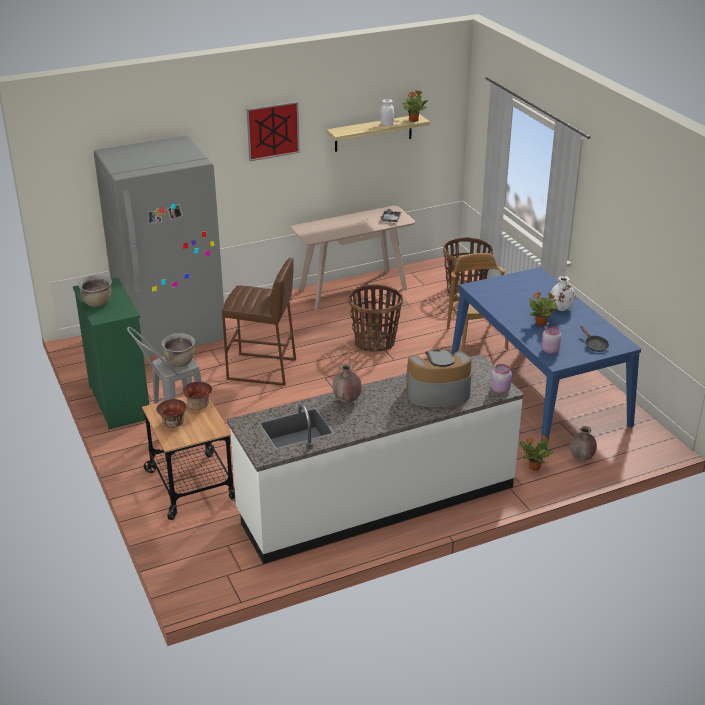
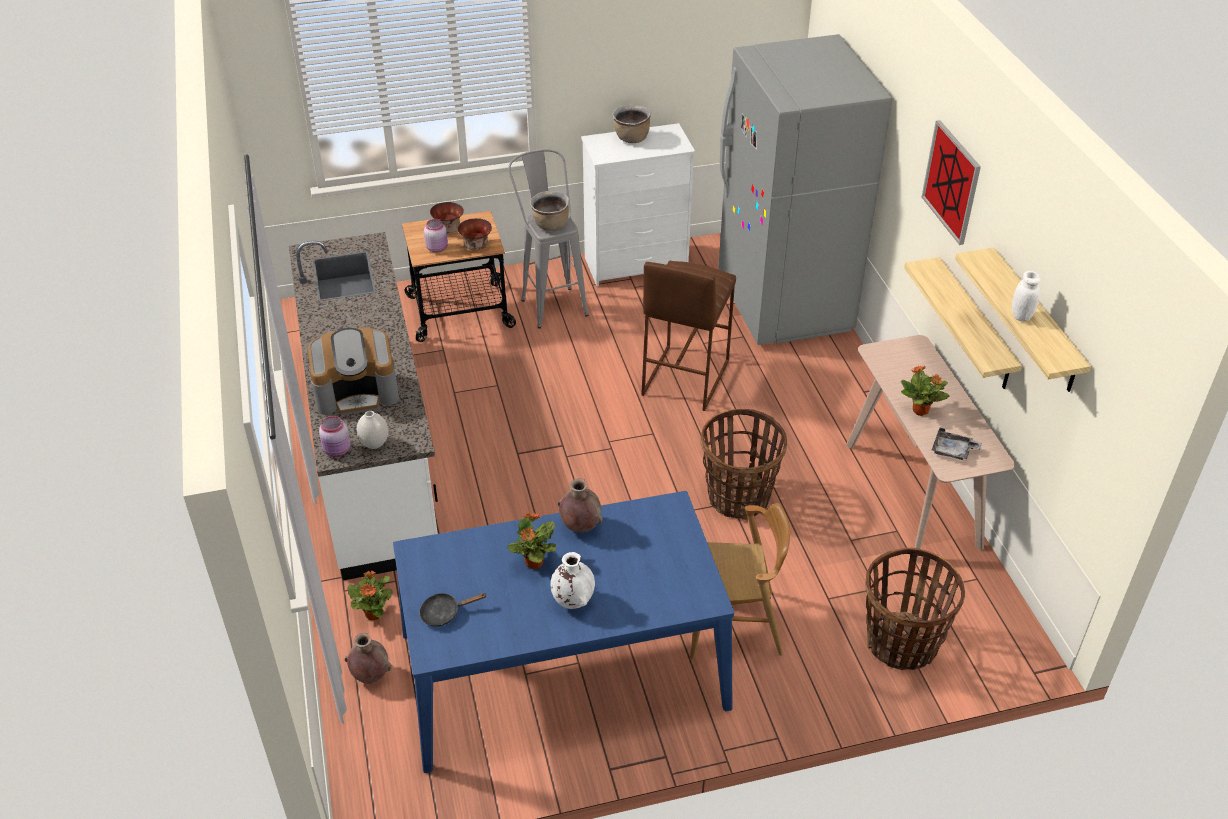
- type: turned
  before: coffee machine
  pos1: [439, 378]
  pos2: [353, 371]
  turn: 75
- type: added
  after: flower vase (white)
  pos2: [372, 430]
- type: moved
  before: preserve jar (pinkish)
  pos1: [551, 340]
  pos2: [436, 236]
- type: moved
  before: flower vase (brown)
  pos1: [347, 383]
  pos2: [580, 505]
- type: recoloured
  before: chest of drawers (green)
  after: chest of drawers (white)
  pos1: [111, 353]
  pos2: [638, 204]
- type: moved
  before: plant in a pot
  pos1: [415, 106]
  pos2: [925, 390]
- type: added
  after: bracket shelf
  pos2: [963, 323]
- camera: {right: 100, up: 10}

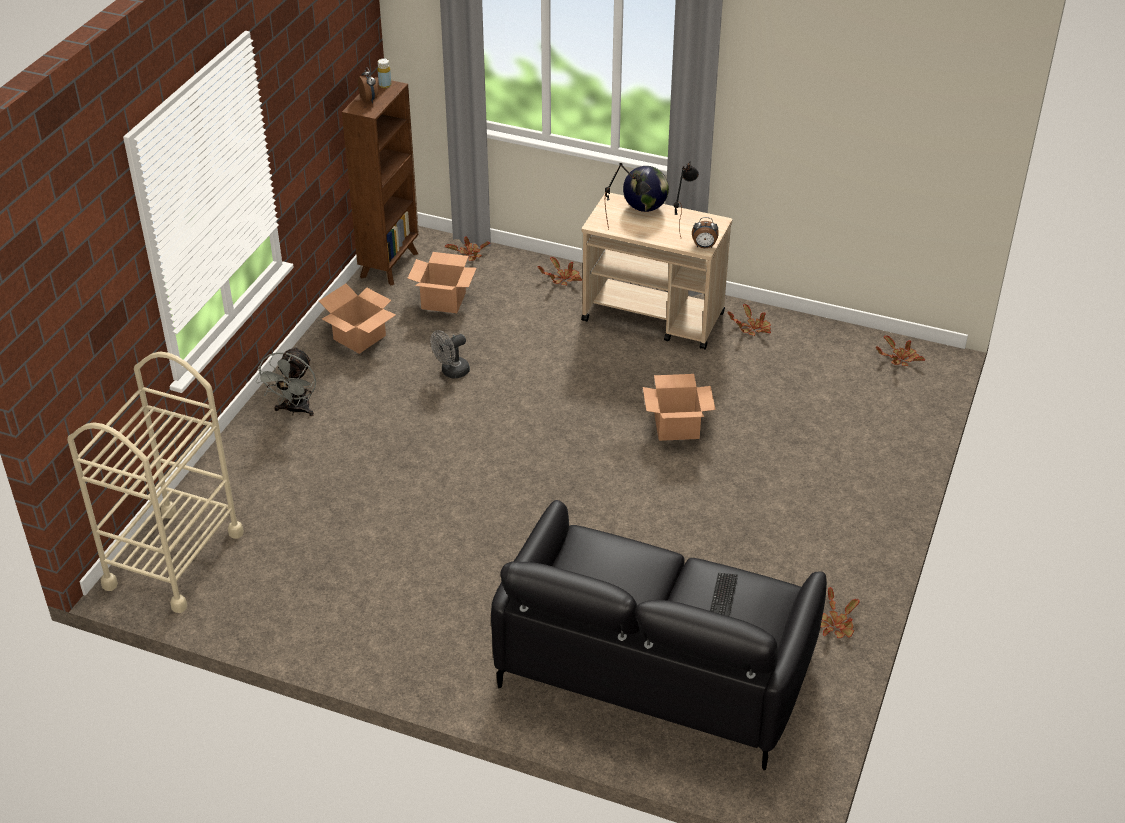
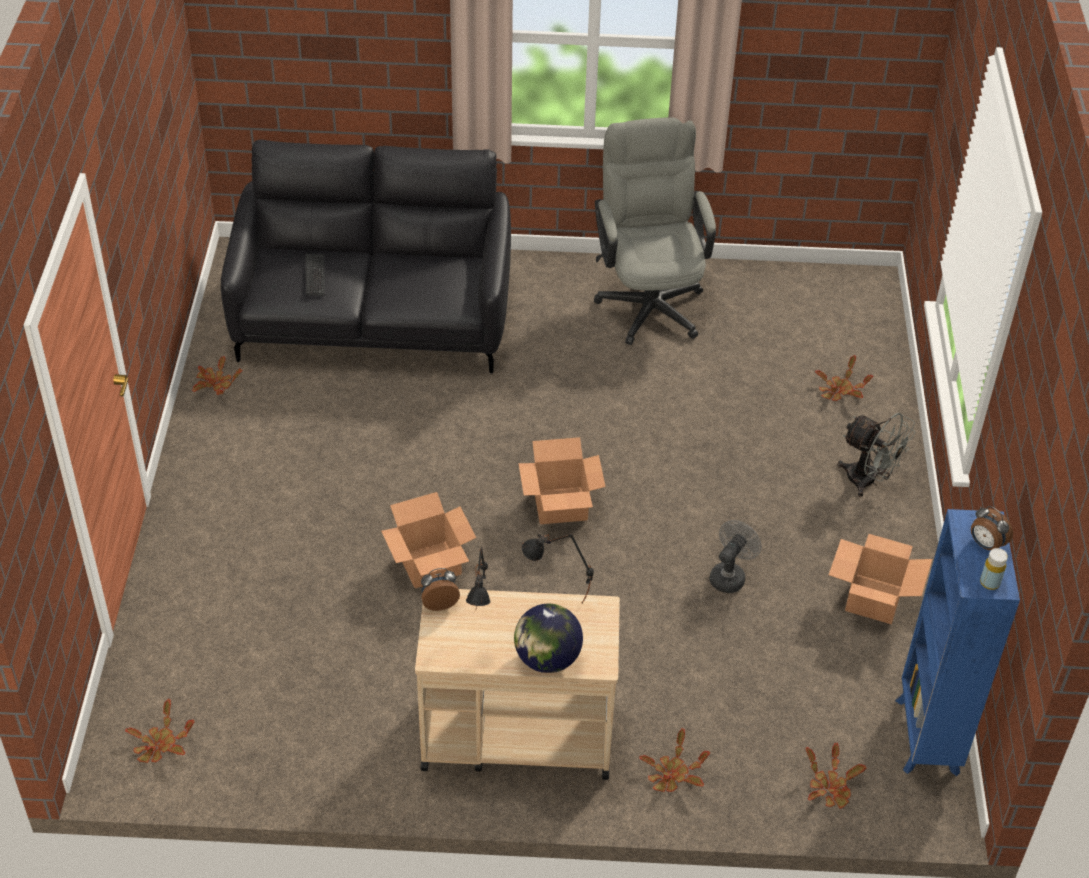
- type: moved
  before: cardboard box
  pos1: [441, 282]
  pos2: [562, 480]
- type: added
  after: desk chair (grey)
  pos2: [655, 231]
- type: moved
  before: plant in a pot
  pos1: [749, 320]
  pos2: [844, 378]
- type: turned
  before: cooling fan (grey)
  pos1: [286, 381]
  pos2: [876, 455]
  turn: 135
- type: recoloured
  before: bookshelf (brown)
  after: bookshelf (blue)
  pos1: [380, 181]
  pos2: [957, 642]
- type: removed
  before: trolley (sand-coloured)
  pos1: [155, 482]
- camera: {right: 160, up: 5}

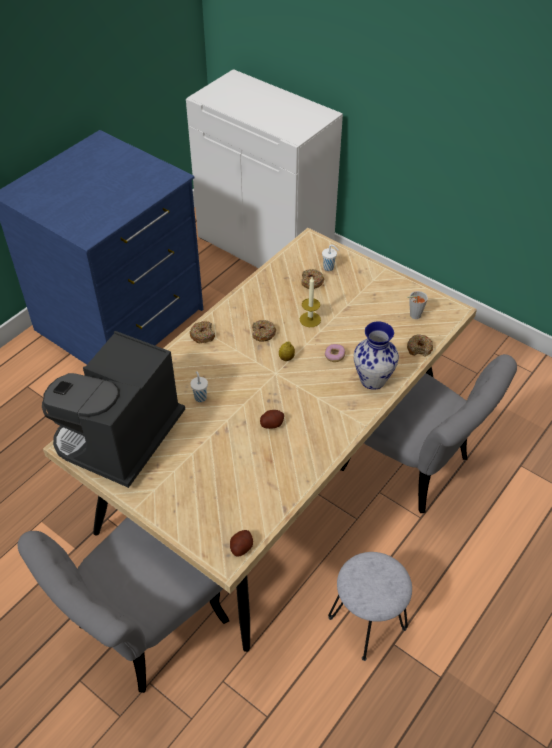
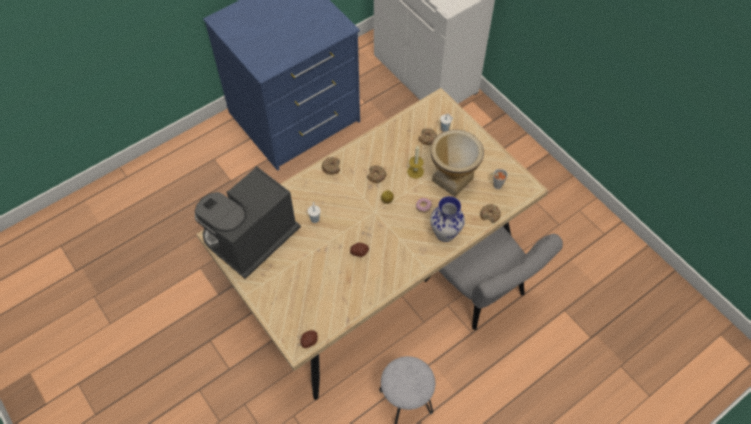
- type: added
  after: flower vase
  pos2: [457, 163]
- type: removed
  before: chair (grey)
  pos1: [123, 605]
- camera: {right: 15, up: 10}

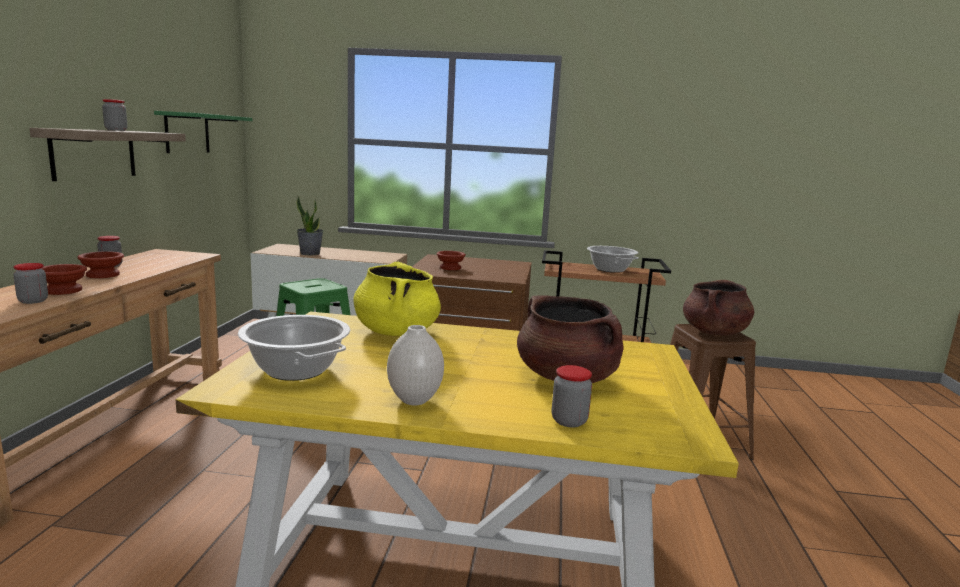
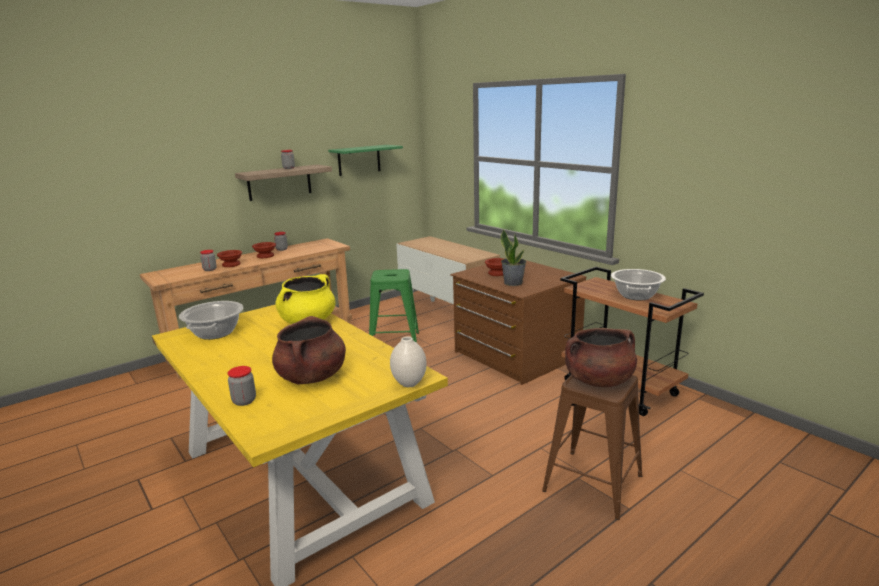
- type: moved
  before: flower vase (white)
  pos1: [415, 365]
  pos2: [408, 361]
- type: moved
  before: plant in a pot
  pos1: [310, 225]
  pos2: [513, 257]
- camera: {right: 45, up: 5}

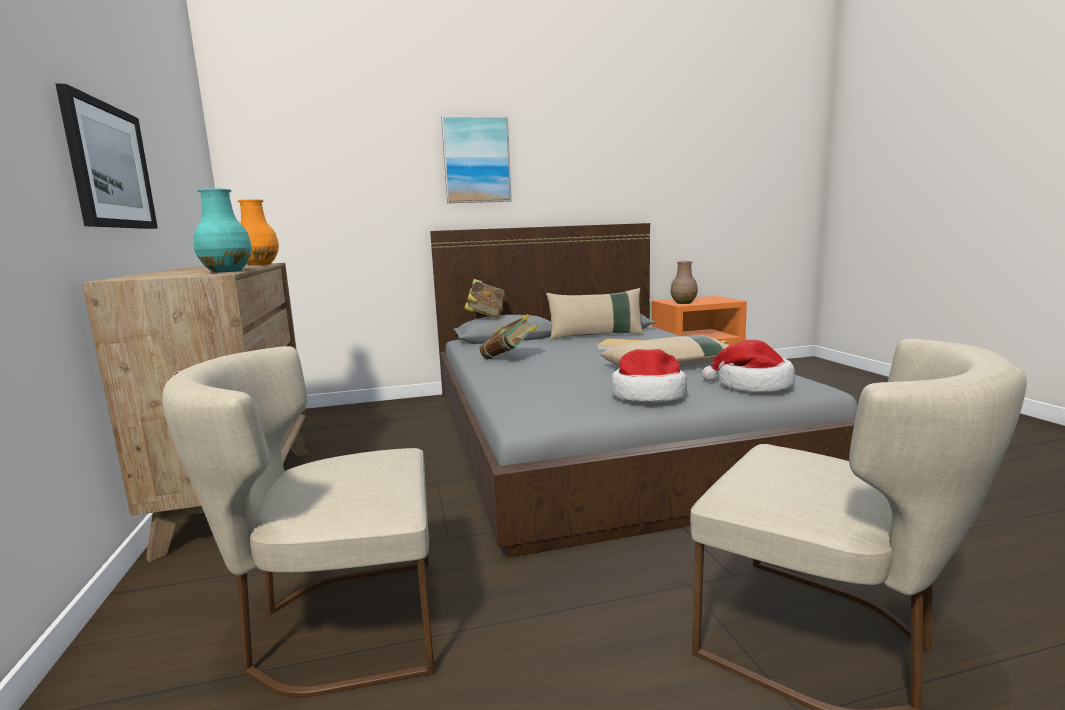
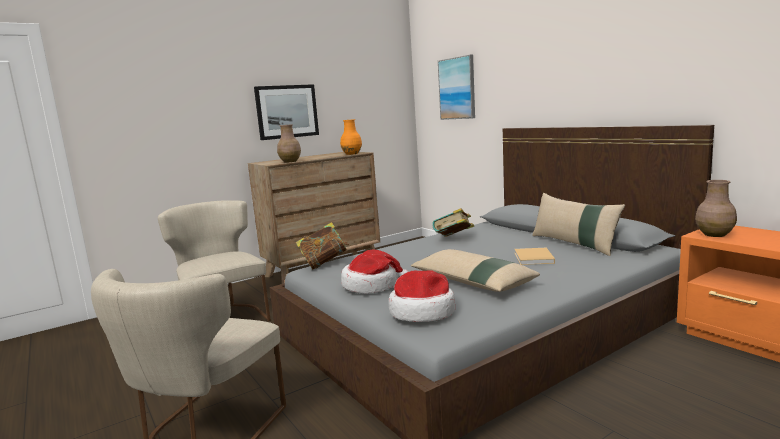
- type: recoloured
  before: flower vase (turquoise-coloured)
  after: flower vase (brown)
  pos1: [223, 231]
  pos2: [289, 143]
- type: moved
  before: volume
  pos1: [484, 298]
  pos2: [322, 246]
- type: moved
  before: picture
  pos1: [476, 159]
  pos2: [456, 87]
- camera: {right: 70, up: 0}

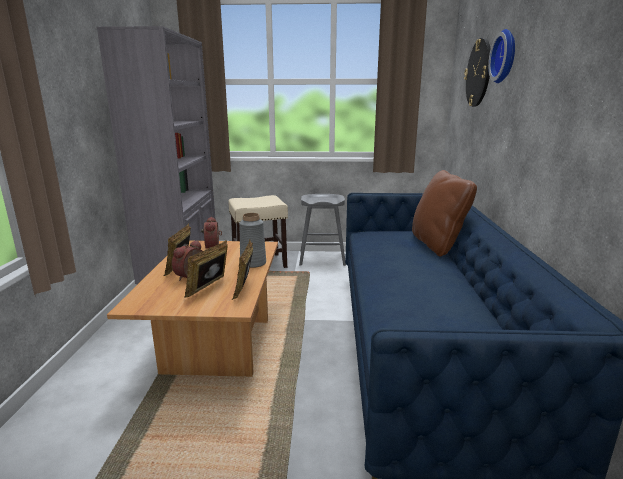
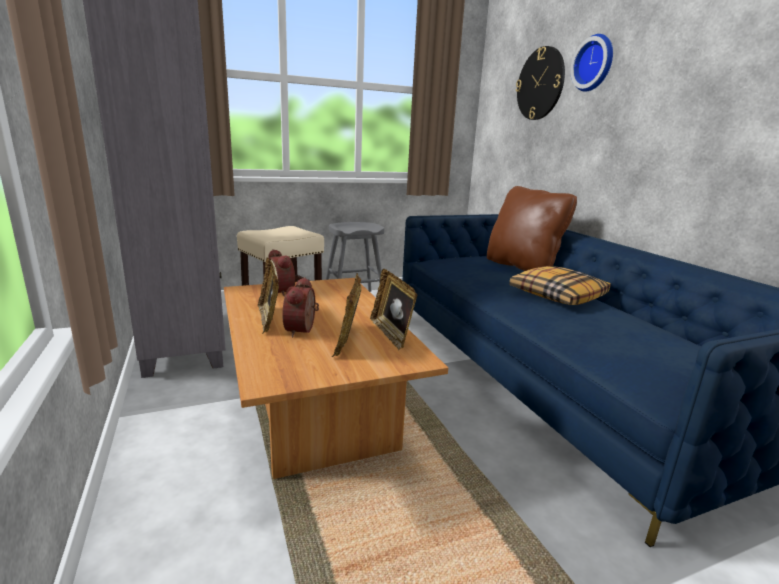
- type: added
  after: cushion
  pos2: [560, 285]
- type: removed
  before: flower vase (grey)
  pos1: [252, 240]
- camera: {right: -25, up: 0}

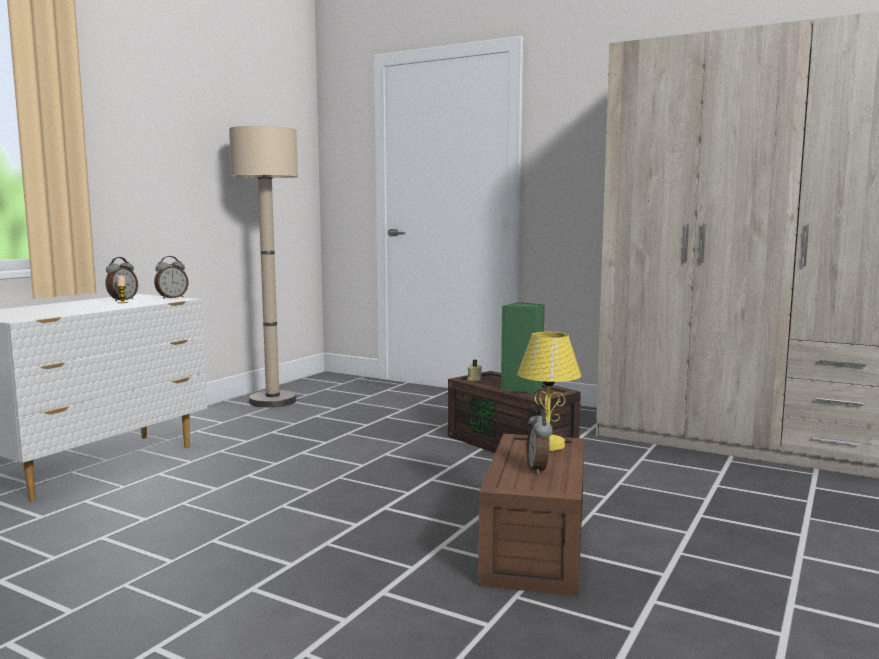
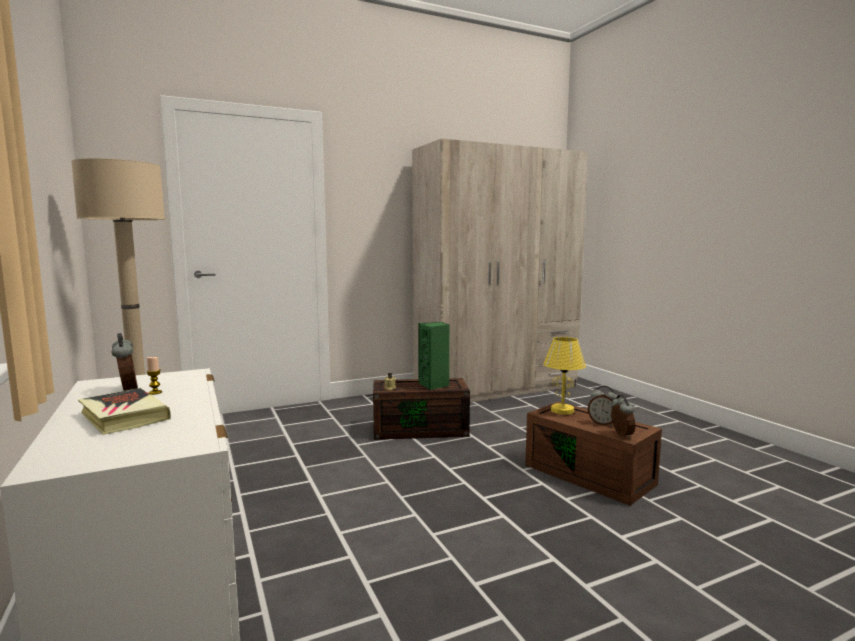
- type: added
  after: volume
  pos2: [124, 411]
- type: moved
  before: table clock
  pos1: [171, 277]
  pos2: [623, 417]
- camera: {right: -55, up: 0}

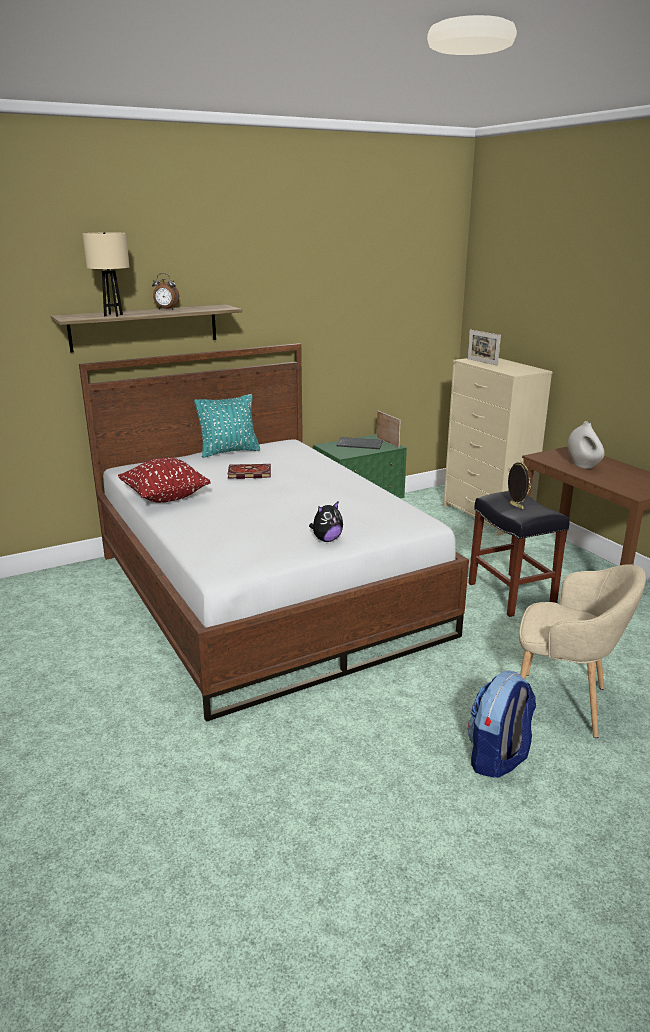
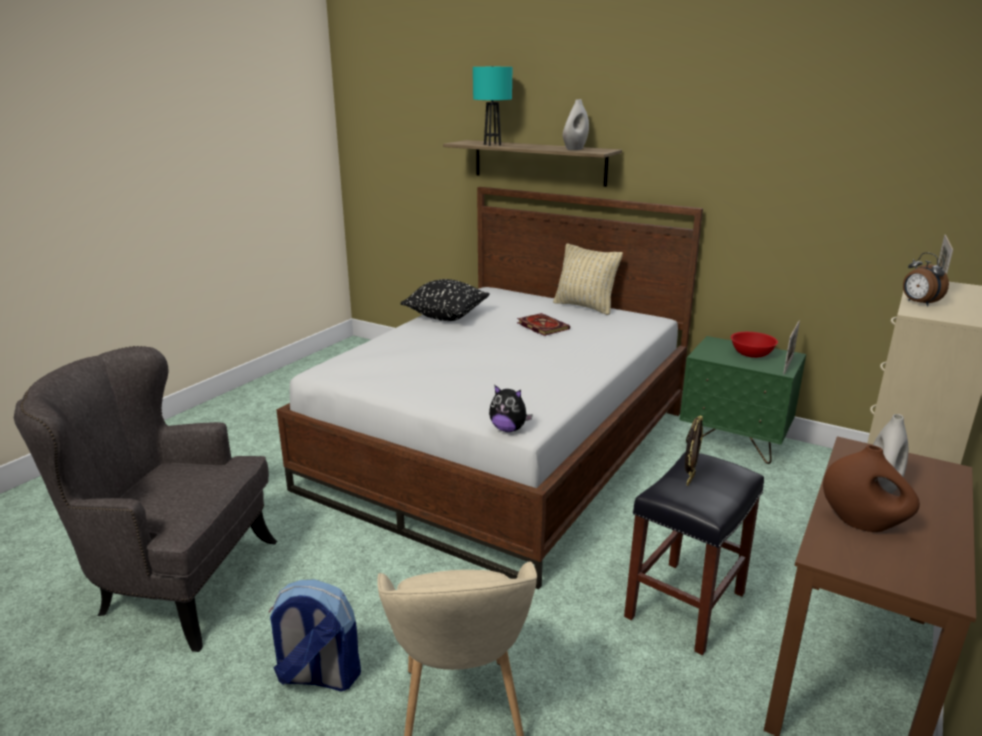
- type: added
  after: armchair (grey)
  pos2: [145, 499]
- type: recoloured
  before: cushion (red-coloured)
  after: cushion (black)
  pos1: [164, 480]
  pos2: [445, 300]
- type: recoloured
  before: lamp for a table (sand-coloured)
  after: lamp for a table (turquoise-coloured)
  pos1: [105, 274]
  pos2: [492, 106]
- type: moved
  before: cuddly toy
  pos1: [326, 522]
  pos2: [511, 408]
- type: recoloured
  before: cushion (turquoise-coloured)
  after: cushion (sand-coloured)
  pos1: [227, 426]
  pos2: [588, 279]
- type: added
  after: flower vase (white)
  pos2: [576, 124]
- type: replaced
  before: computer keyboard
  after: serving bowl (red-coloured)
  pos1: [360, 443]
  pos2: [754, 345]
- type: added
  after: flower vase (brown)
  pos2: [871, 488]
- type: moved
  before: table clock
  pos1: [165, 291]
  pos2: [926, 279]
- camera: {right: 60, up: 0}

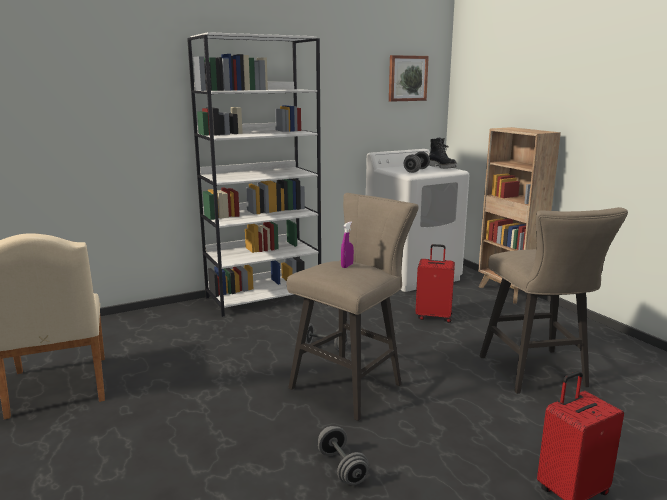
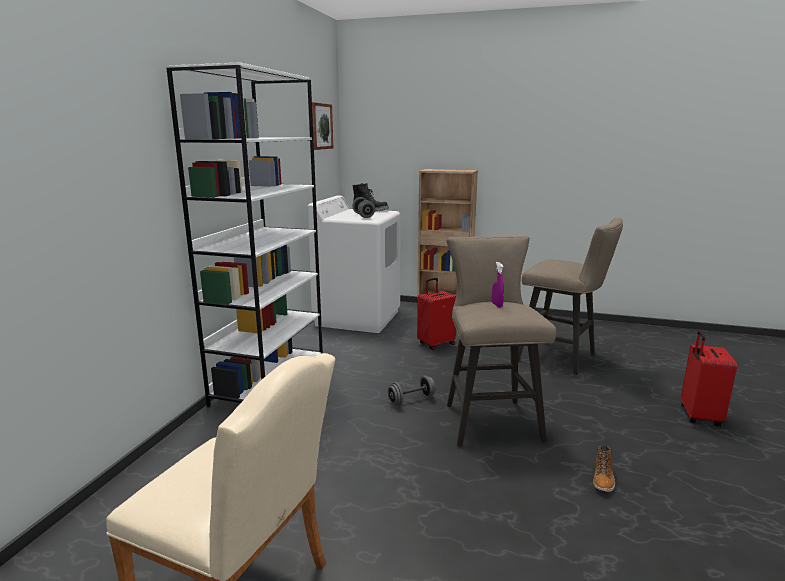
- type: replaced
  before: dumbbell (grey)
  after: high-top boot
  pos1: [343, 455]
  pos2: [604, 468]
- camera: {right: -45, up: 0}

